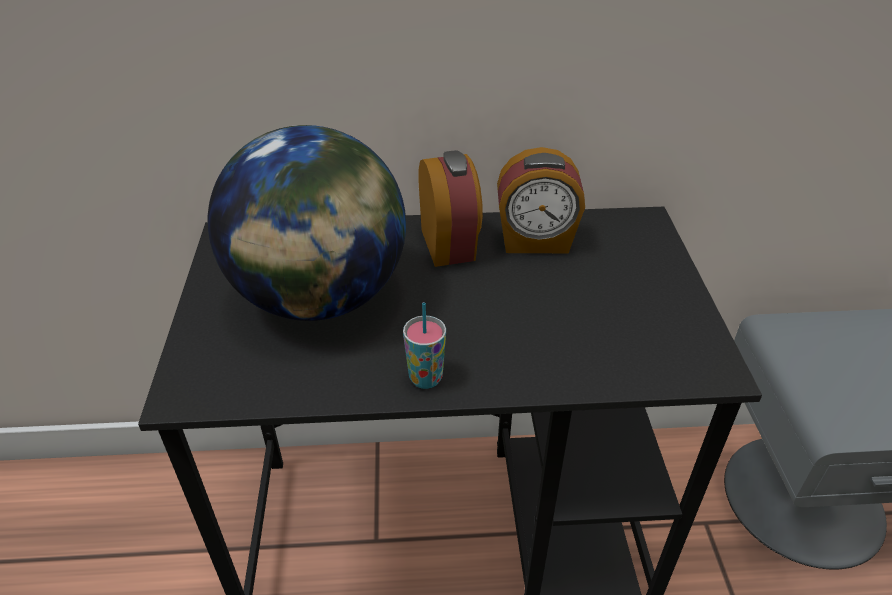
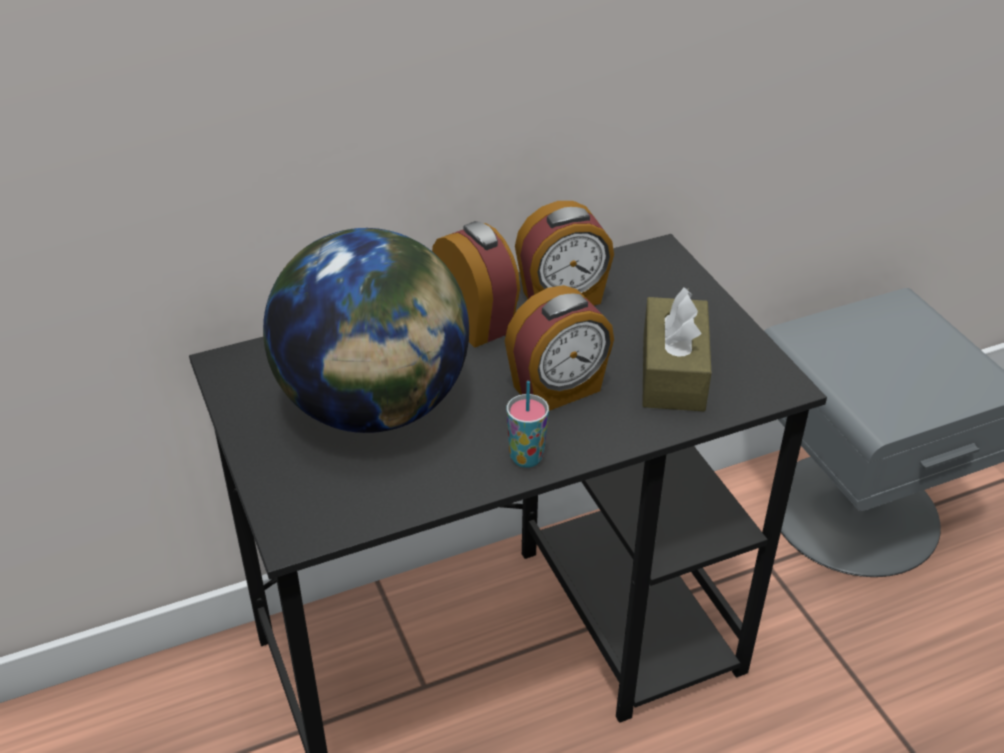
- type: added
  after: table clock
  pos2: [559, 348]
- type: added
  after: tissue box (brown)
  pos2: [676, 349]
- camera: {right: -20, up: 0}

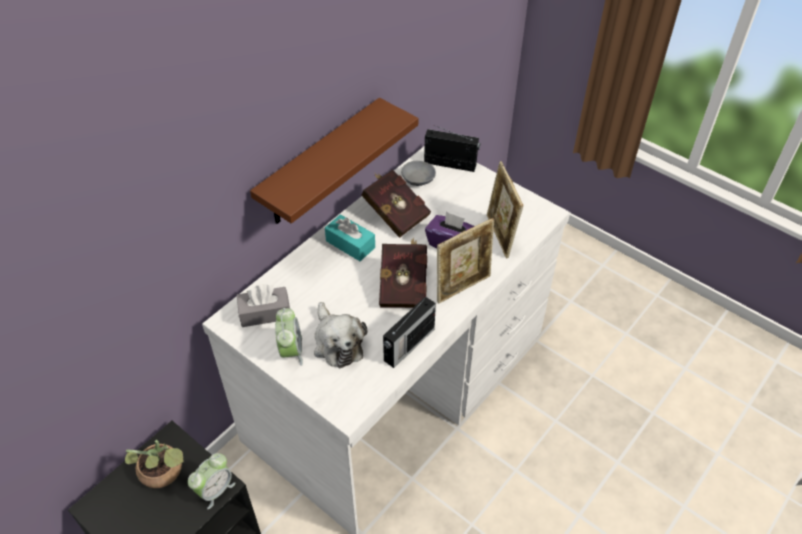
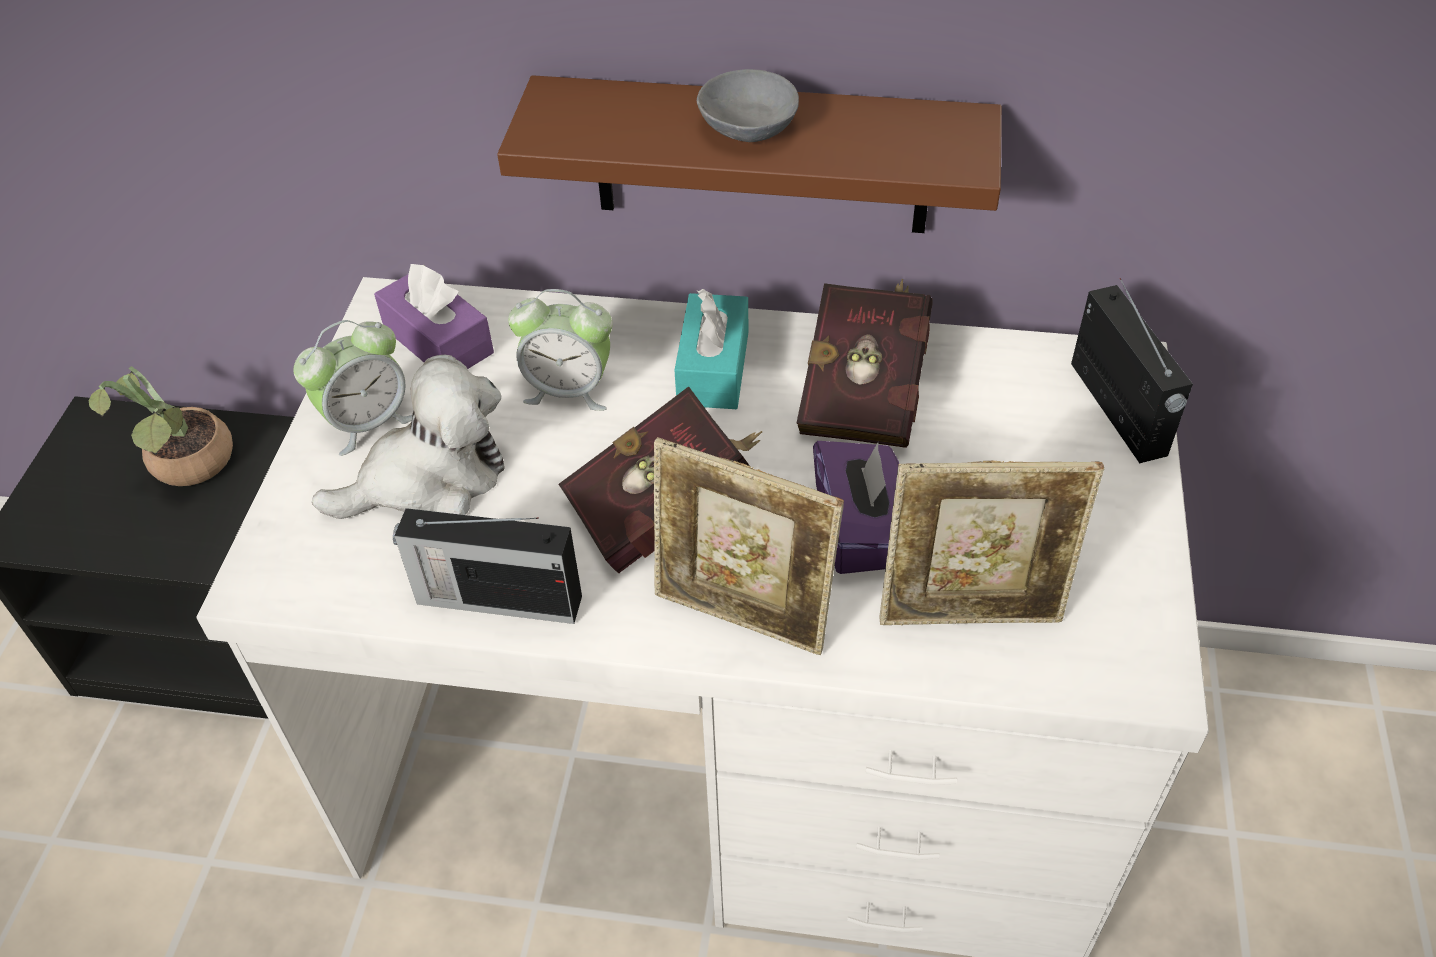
- type: turned
  before: cuddly toy
  pos1: [340, 335]
  pos2: [408, 437]
  turn: -150
- type: recoloured
  before: tissue box (grey)
  after: tissue box (purple)
  pos1: [263, 305]
  pos2: [434, 316]
- type: moved
  before: table clock
  pos1: [212, 481]
  pos2: [560, 350]
- type: moved
  before: serving bowl (grey)
  pos1: [418, 173]
  pos2: [748, 105]
- type: turned
  before: standing frame
  pos1: [504, 210]
  pos2: [991, 543]
  turn: -135
- camera: {right: 60, up: 0}

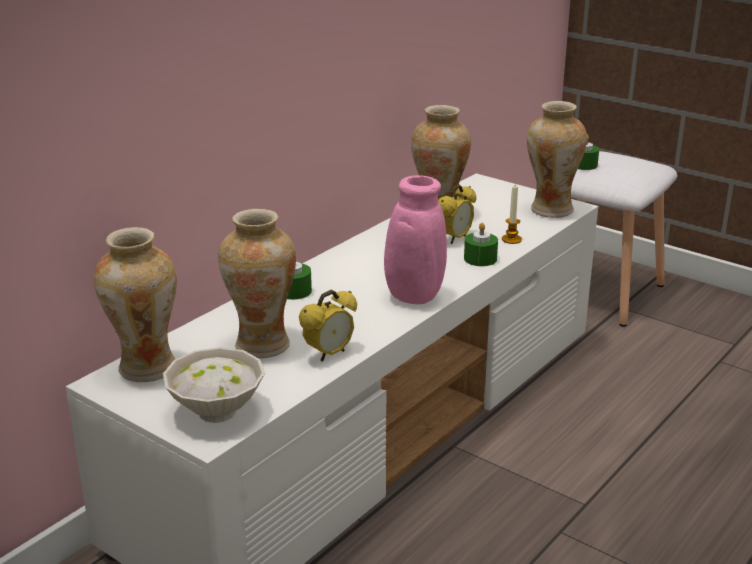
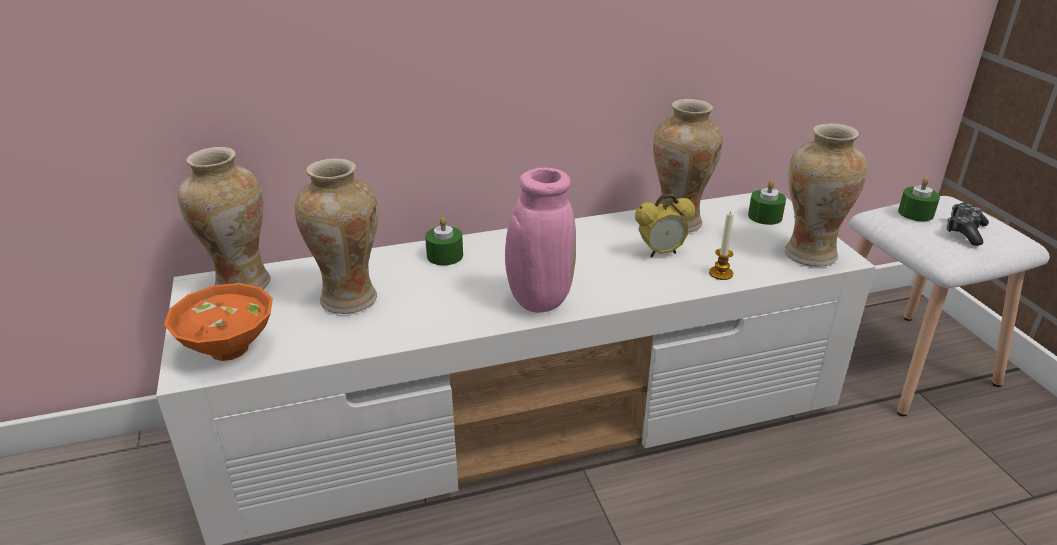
- type: recoloured
  before: serving bowl (white)
  after: serving bowl (orange-coloured)
  pos1: [214, 385]
  pos2: [218, 322]
- type: moved
  before: candle (green)
  pos1: [481, 244]
  pos2: [767, 202]
- type: added
  after: gamepad
  pos2: [968, 224]
- type: removed
  before: table clock
  pos1: [328, 326]
- camera: {right: 35, up: 5}

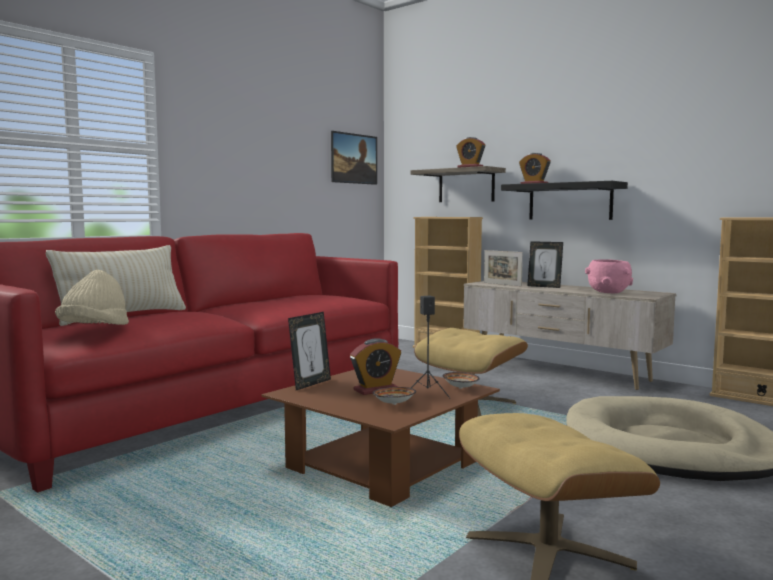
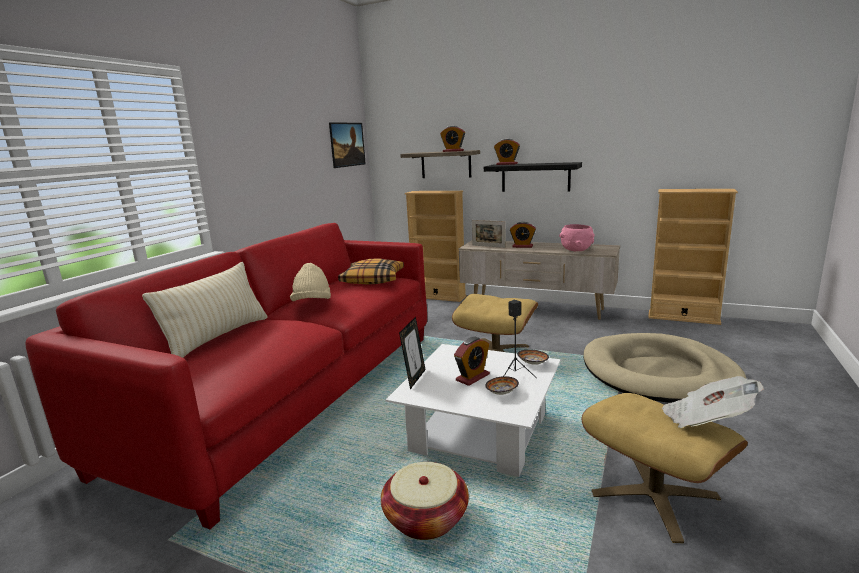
- type: moved
  before: hat (sand-coloured)
  pos1: [92, 297]
  pos2: [310, 282]
- type: added
  after: cushion
  pos2: [371, 271]
- type: added
  after: storage basket
  pos2: [425, 501]
- type: recoloured
  before: lounge table (brown)
  after: lounge table (white)
  pos1: [380, 438]
  pos2: [473, 410]
- type: replaced
  before: standing frame
  after: table clock
  pos1: [545, 264]
  pos2: [523, 235]
- type: added
  after: daily paper
  pos2: [713, 402]
- camera: {right: -15, up: 10}

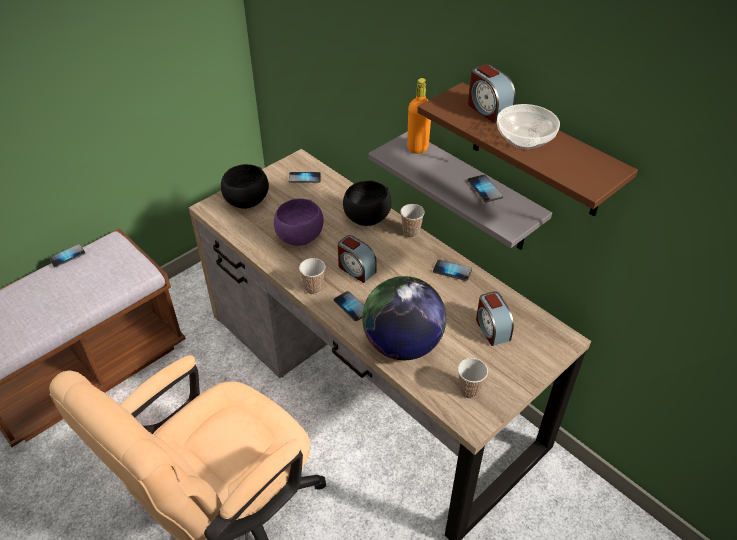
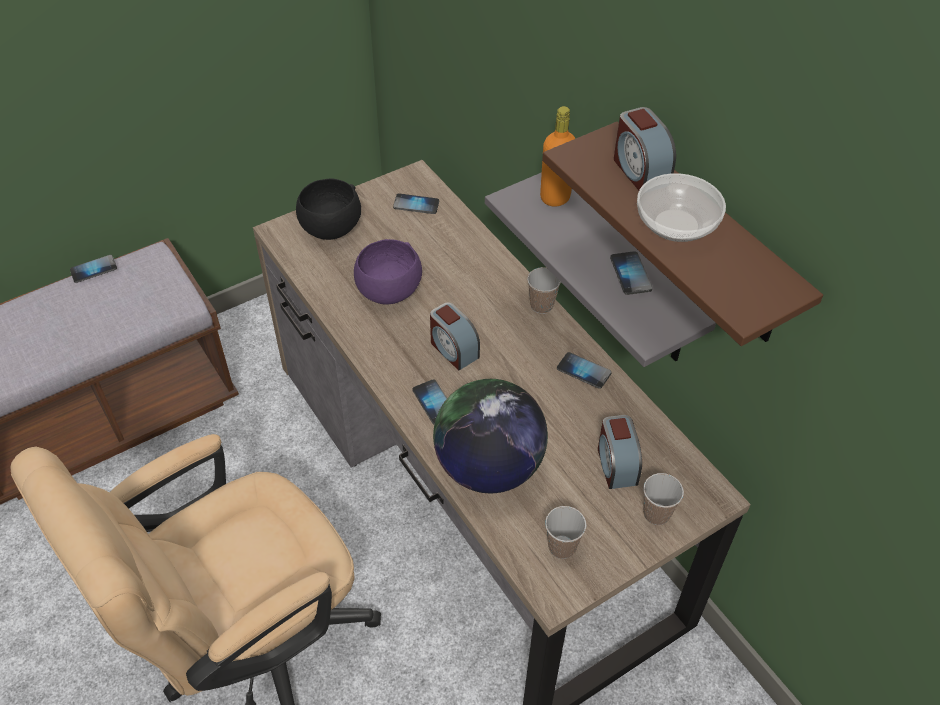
- type: moved
  before: cup
  pos1: [312, 276]
  pos2: [663, 499]
- type: removed
  before: serving bowl (black)
  pos1: [367, 203]
- camera: {right: 10, up: 5}

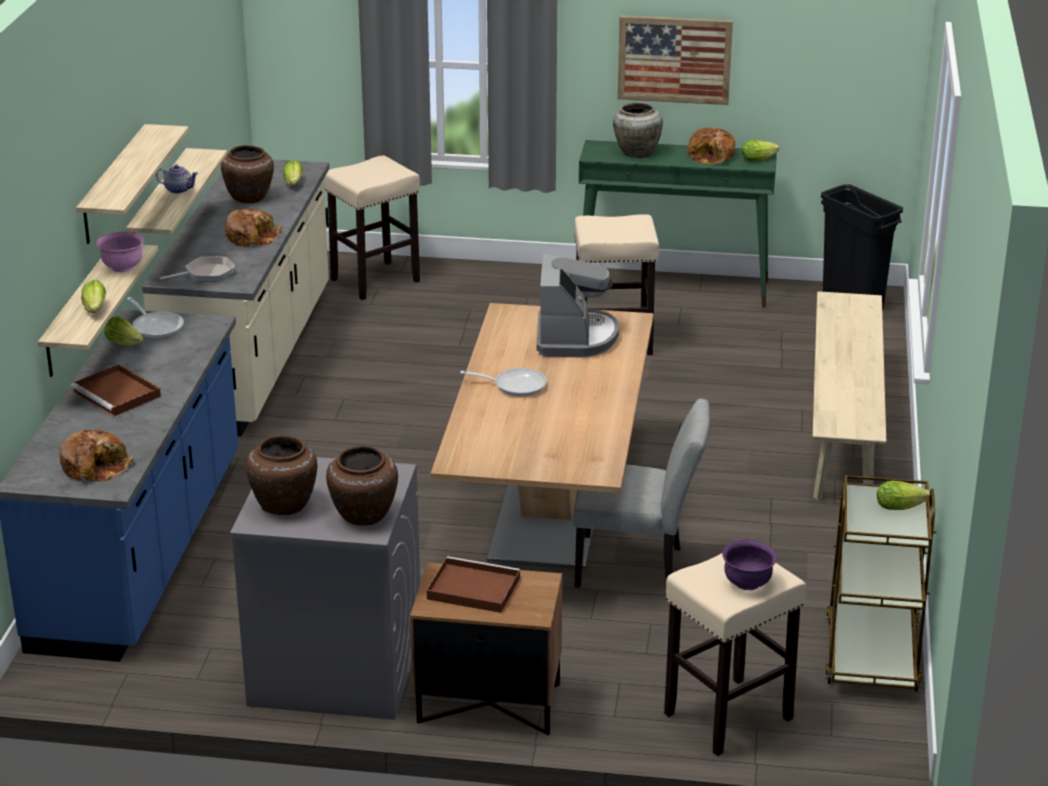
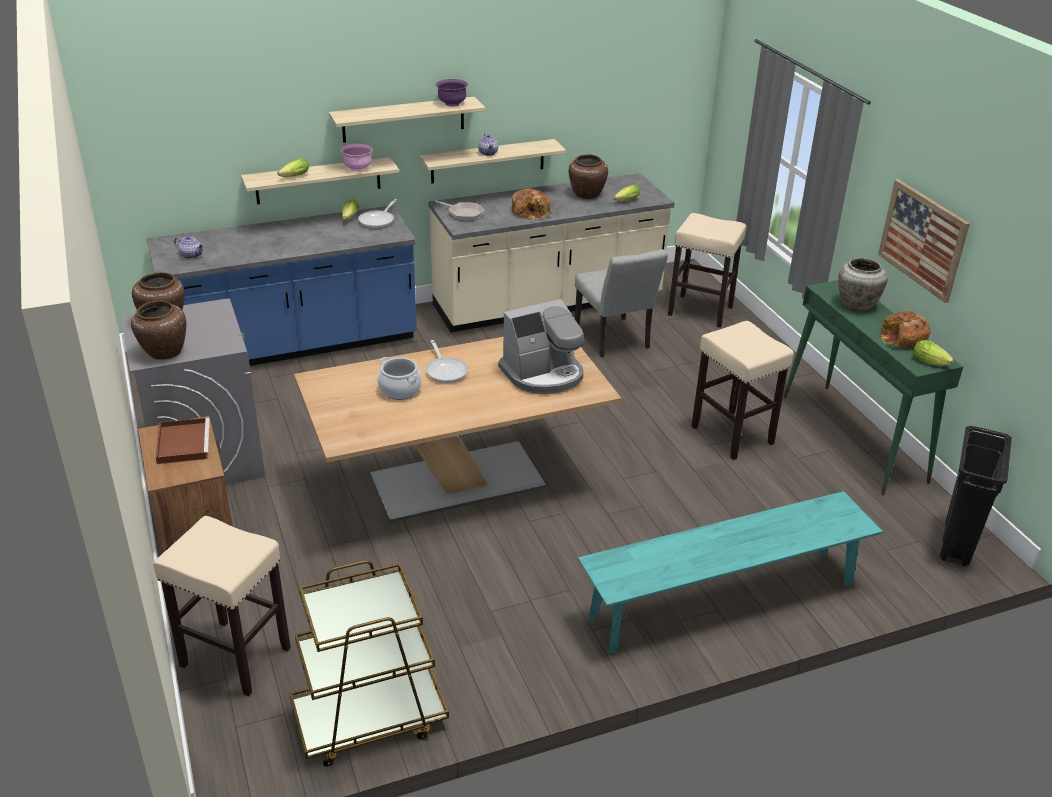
- type: replaced
  before: baked bread
  after: tea pot
  pos1: [96, 456]
  pos2: [189, 247]
- type: added
  after: stockpot
  pos2: [400, 378]
- type: moved
  before: serving bowl (purple)
  pos1: [749, 565]
  pos2: [452, 93]
- type: moved
  before: chair (grey)
  pos1: [641, 493]
  pos2: [621, 303]
- type: recoloured
  before: indoor bench (sand-coloured)
  after: indoor bench (turquoise-coloured)
  pos1: [849, 395]
  pos2: [730, 572]
- type: removed
  before: carrying tray (brown)
  pos1: [116, 390]
- type: removed
  before: lettuce head
  pos1: [903, 495]
- camera: {right: 60, up: 5}

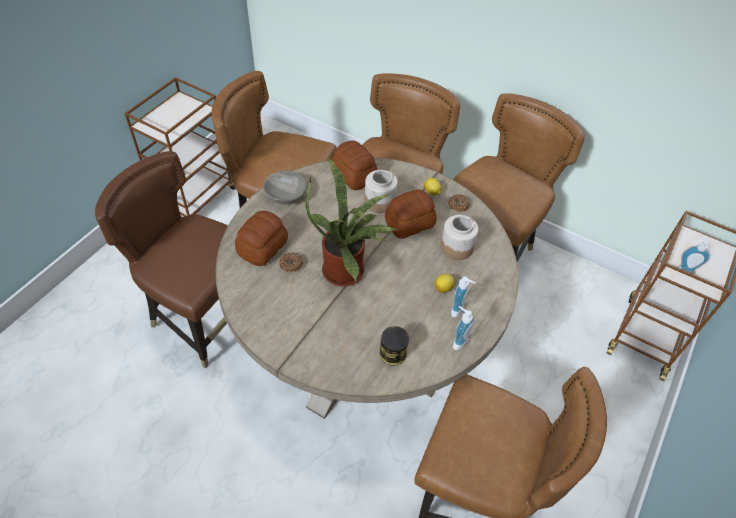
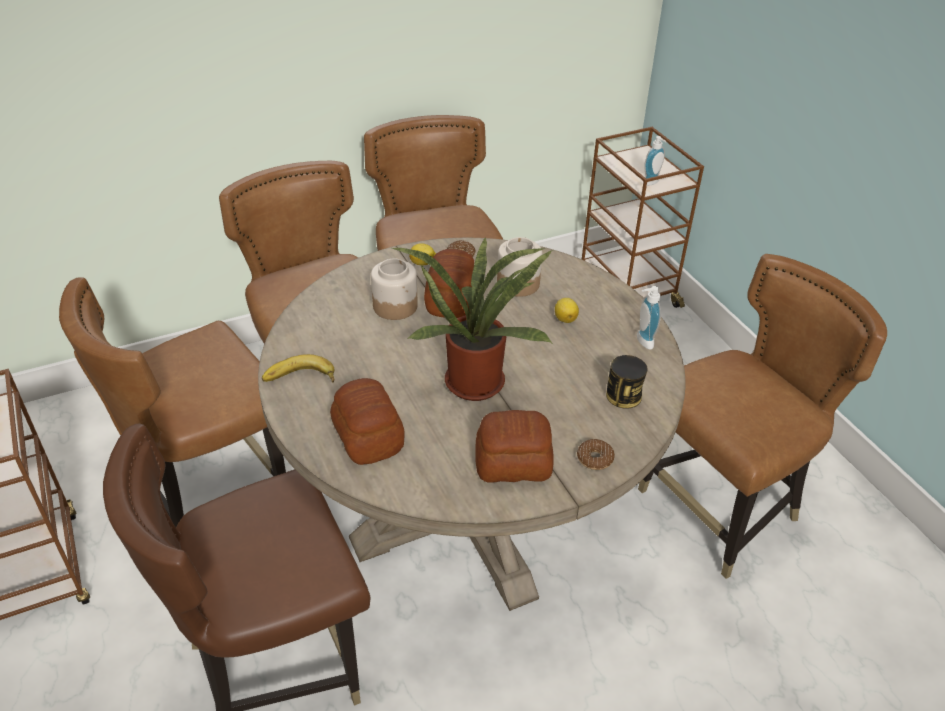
- type: replaced
  before: serving bowl (grey)
  after: banana fruit
  pos1: [285, 187]
  pos2: [298, 368]
- type: moved
  before: baked bread
  pos1: [354, 165]
  pos2: [515, 446]
- type: moved
  before: donut
  pos1: [291, 262]
  pos2: [596, 454]
- type: removed
  before: soap dispenser
  pos1: [463, 296]
- camera: {right: -55, up: -10}

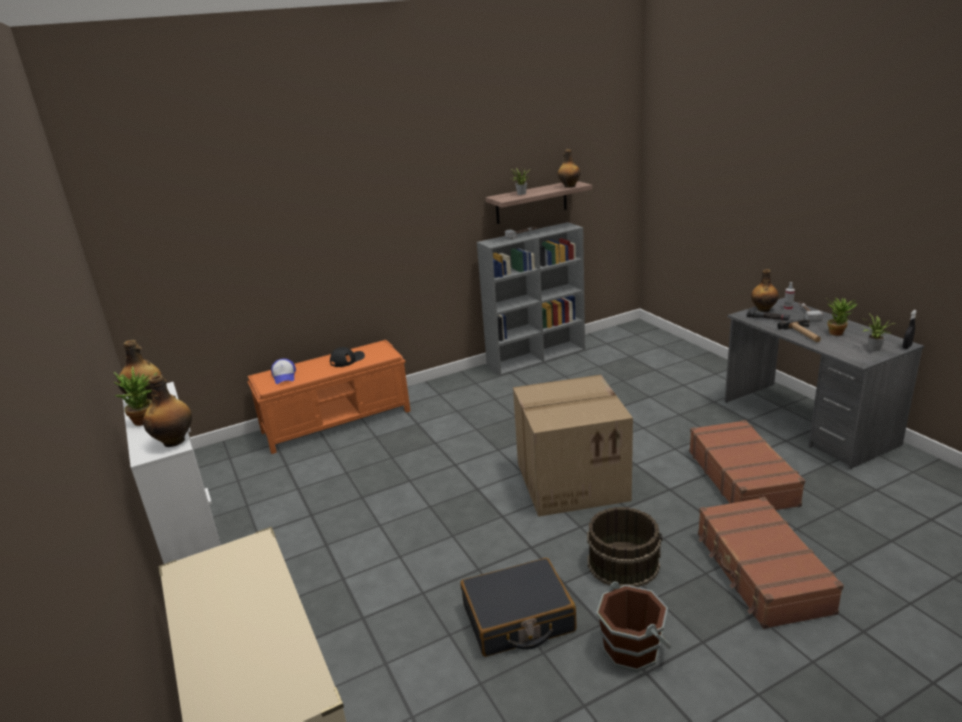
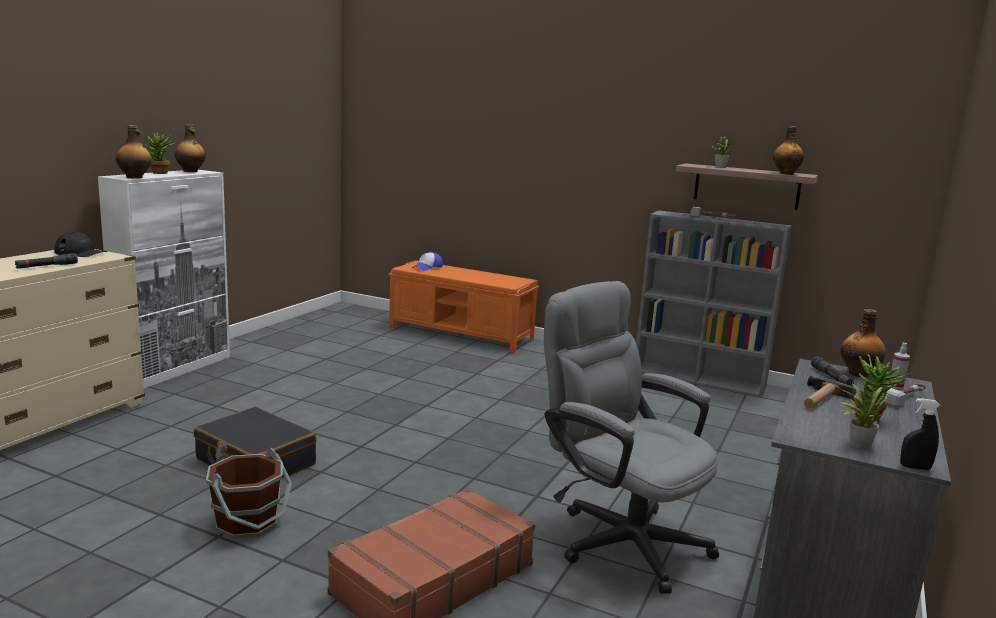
- type: added
  after: torch (black)
  pos2: [46, 261]
- type: moved
  before: baseball cap (black)
  pos1: [347, 357]
  pos2: [80, 244]
- type: replaced
  before: piece of luggage (brown)
  after: desk chair (grey)
  pos1: [747, 465]
  pos2: [631, 437]
- type: removed
  before: cardboard box
  pos1: [573, 446]
- type: removed
  before: pail (brown)
  pos1: [625, 547]
- camera: {right: 50, up: -10}

